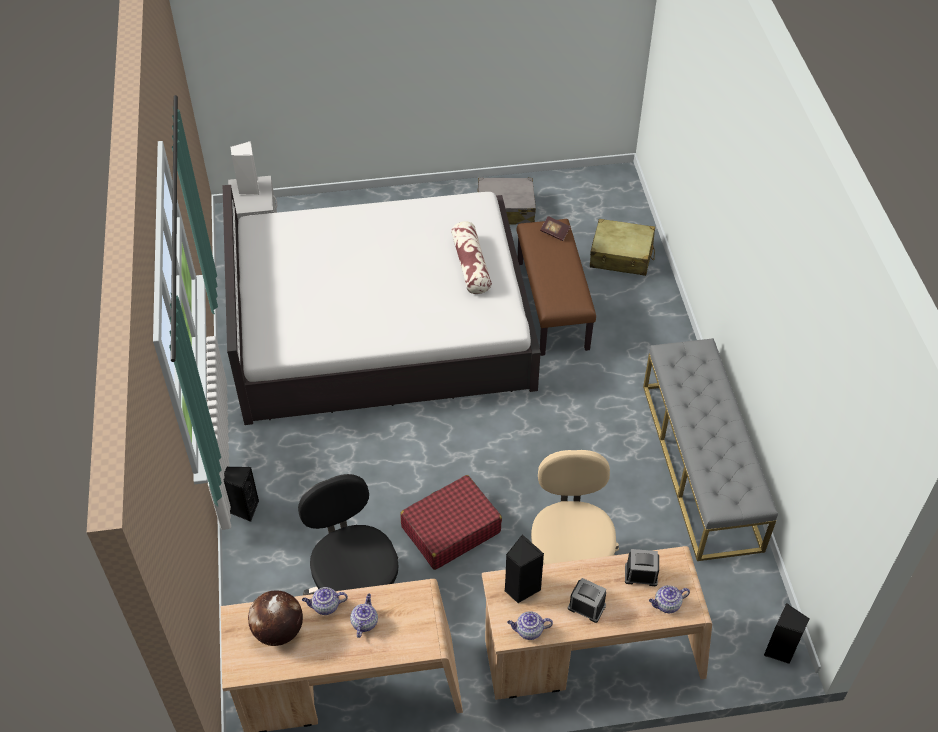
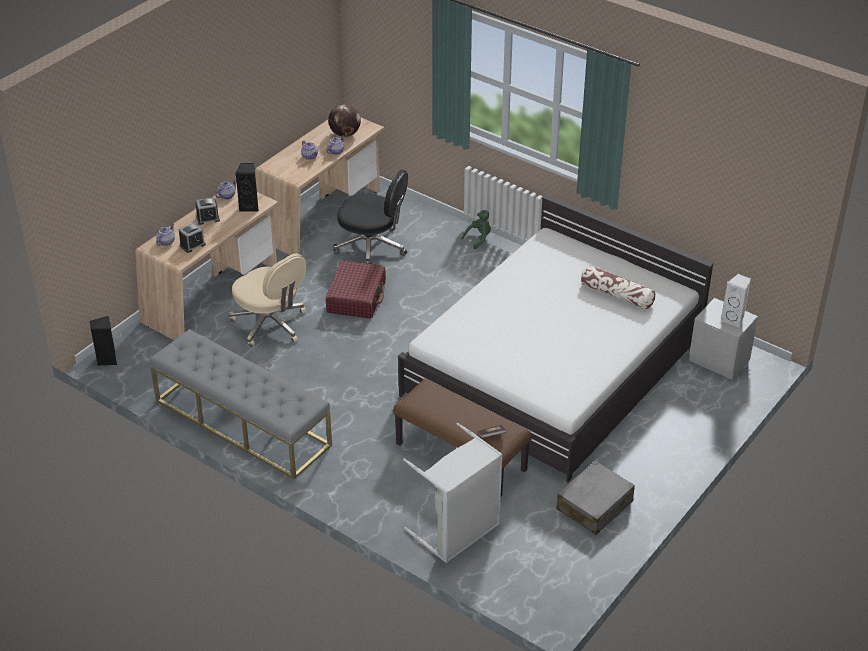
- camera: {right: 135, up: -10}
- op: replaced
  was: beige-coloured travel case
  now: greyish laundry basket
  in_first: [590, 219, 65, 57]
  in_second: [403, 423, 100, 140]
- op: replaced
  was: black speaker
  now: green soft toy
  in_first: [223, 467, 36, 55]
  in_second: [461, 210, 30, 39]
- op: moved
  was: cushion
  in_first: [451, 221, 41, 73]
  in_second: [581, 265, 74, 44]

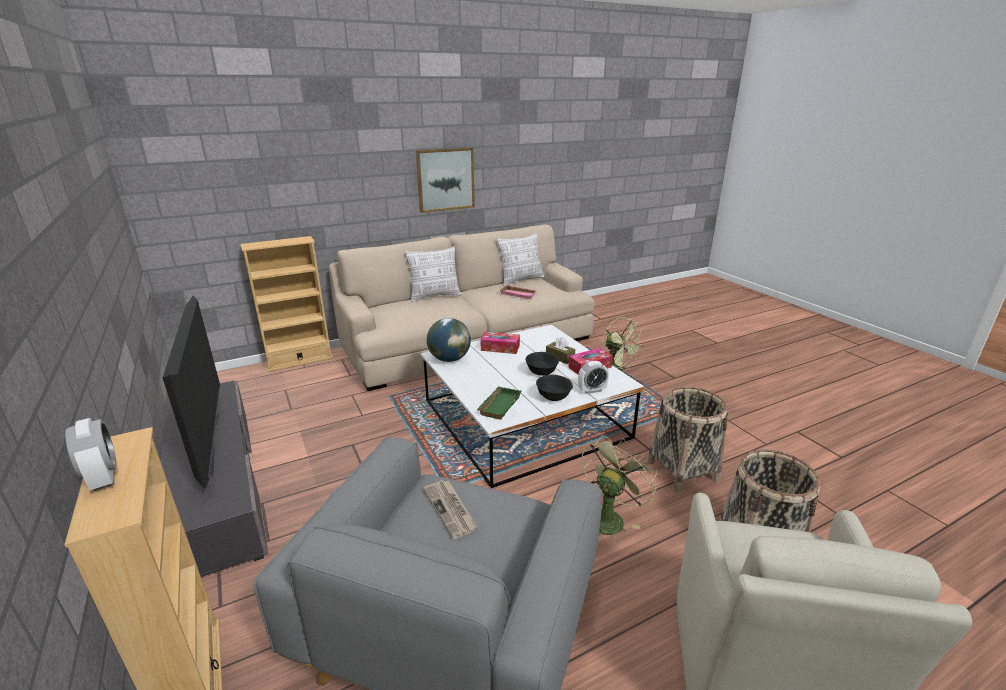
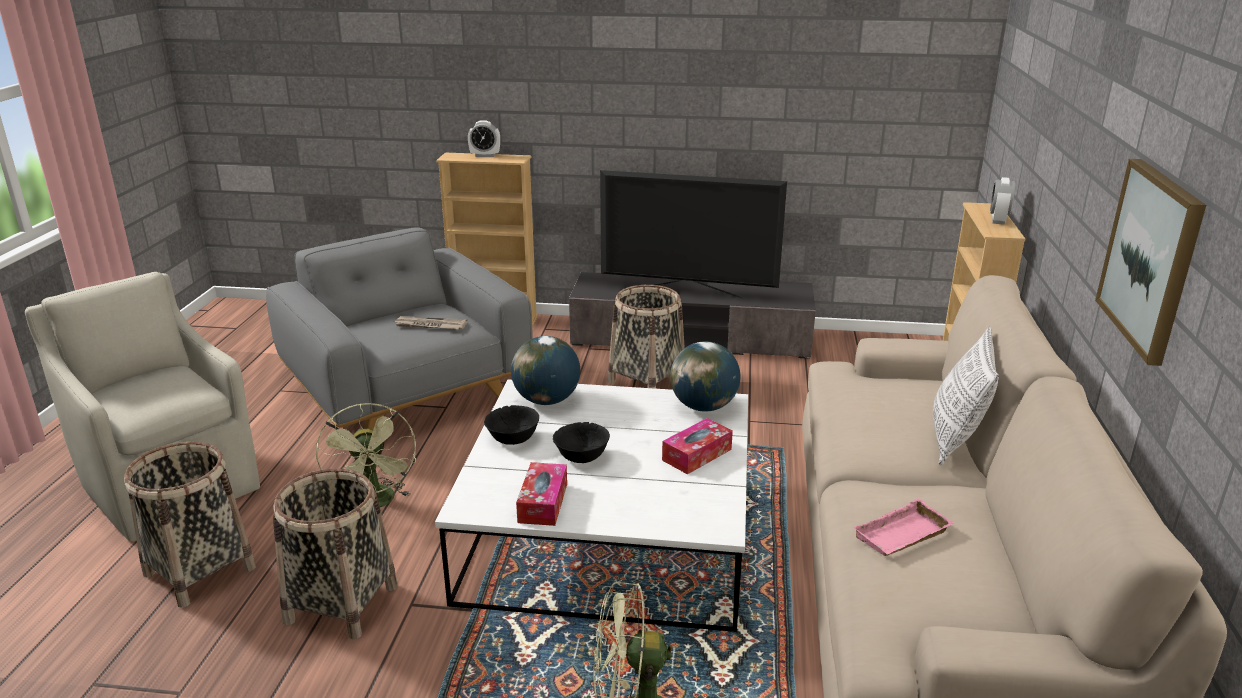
- camera: {right: 125, up: 0}
- op: replaced
  was: green carrying tray
  now: desk globe
  in_first: [477, 386, 44, 34]
  in_second: [511, 336, 69, 69]
- op: added
  now: storage basket
  in_second: [608, 285, 77, 104]
- op: moved
  was: bedside clock
  in_first: [578, 361, 31, 33]
  in_second: [990, 177, 25, 48]
- op: removed
  was: cushion
  in_first: [496, 233, 49, 53]
- op: removed
  was: brown-coloured tissue holder
  in_first: [546, 337, 29, 27]

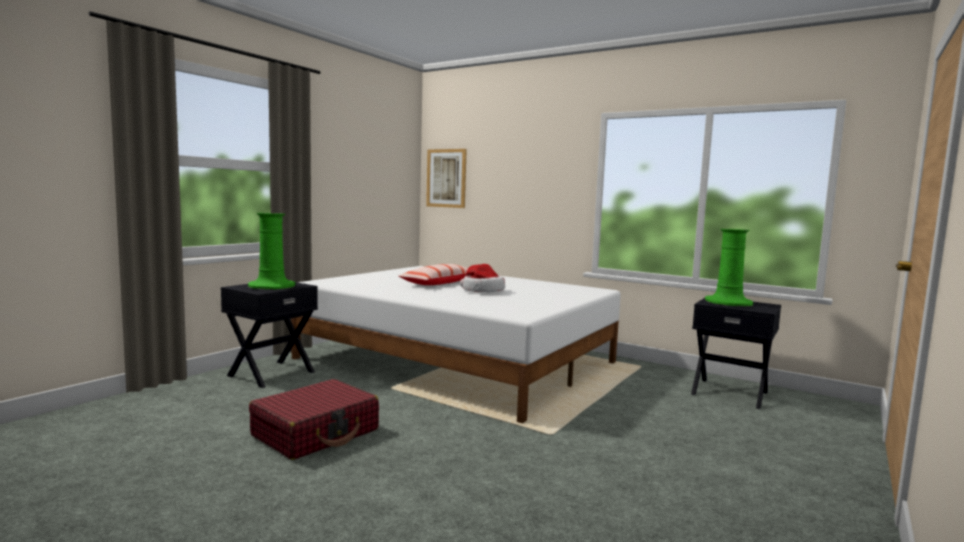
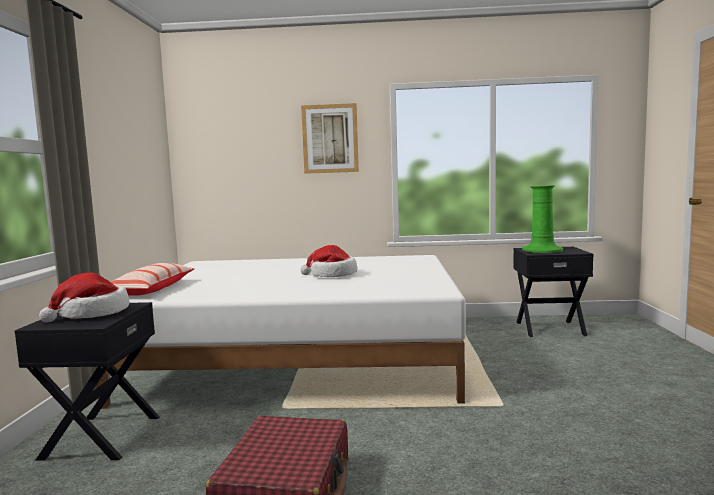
- camera: {right: -30, up: 0}
- op: replaced
  was: green flower vase
  now: wearable hat
  in_first: [248, 213, 47, 77]
  in_second: [39, 273, 91, 50]
- op: moved
  was: cushion
  in_first: [398, 264, 70, 21]
  in_second: [111, 263, 83, 33]
- op: moved
  was: picture
  in_first: [426, 149, 41, 59]
  in_second: [301, 103, 58, 71]

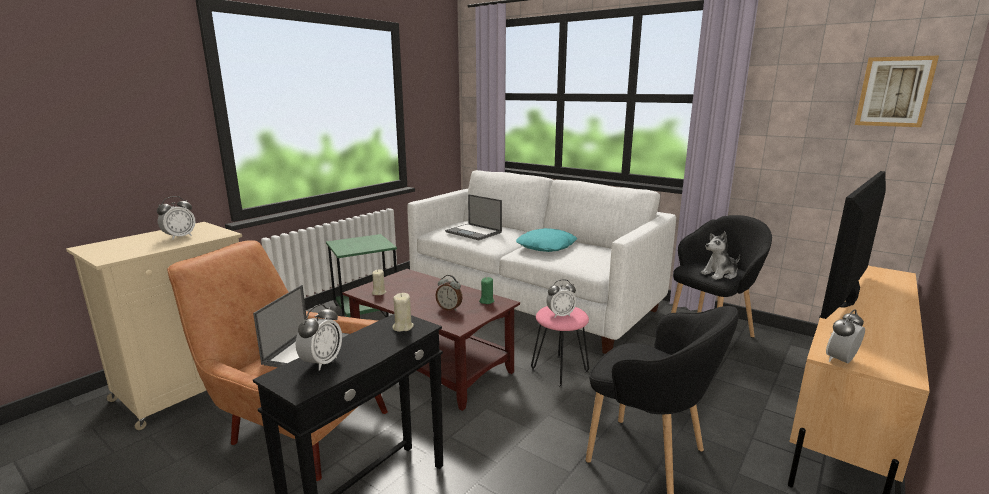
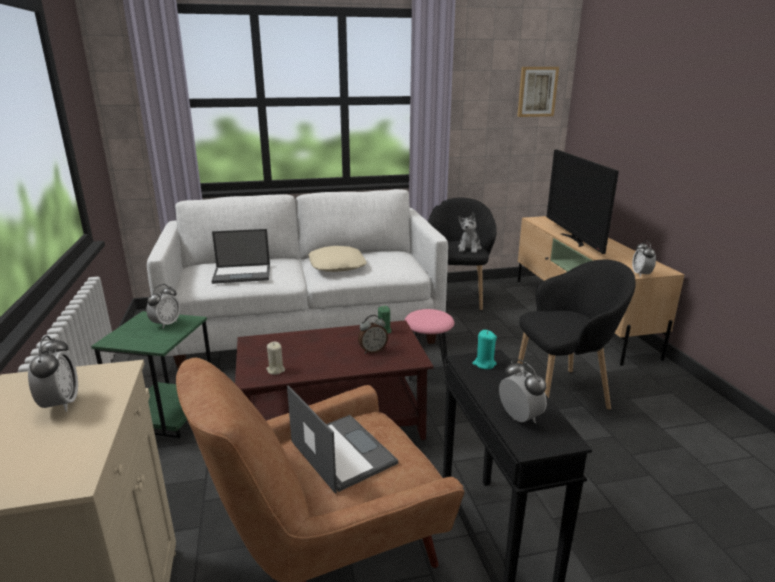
- camera: {right: -50, up: 5}
- op: moved
  was: bedside clock
  in_first: [546, 279, 30, 39]
  in_second: [146, 284, 34, 45]
- op: recoloured
  was: blue-green cushion
  now: beige-coloured cushion
  in_first: [516, 228, 61, 24]
  in_second: [308, 246, 59, 26]
- op: recoloured
  was: beige-coloured candle
  now: blue-green candle
  in_first: [392, 293, 22, 39]
  in_second: [472, 330, 25, 39]

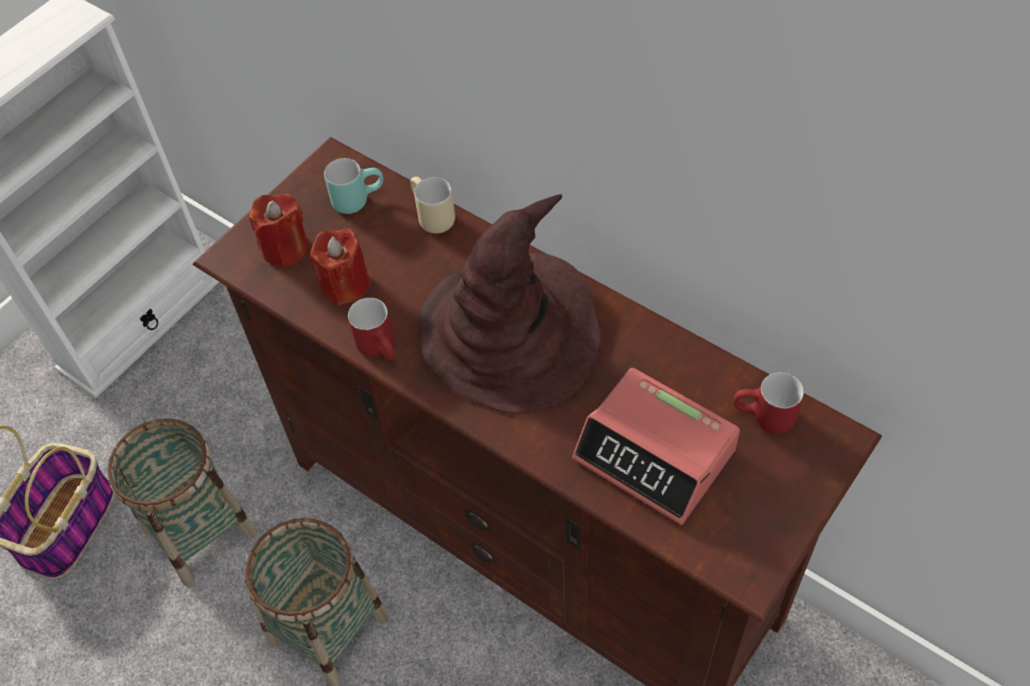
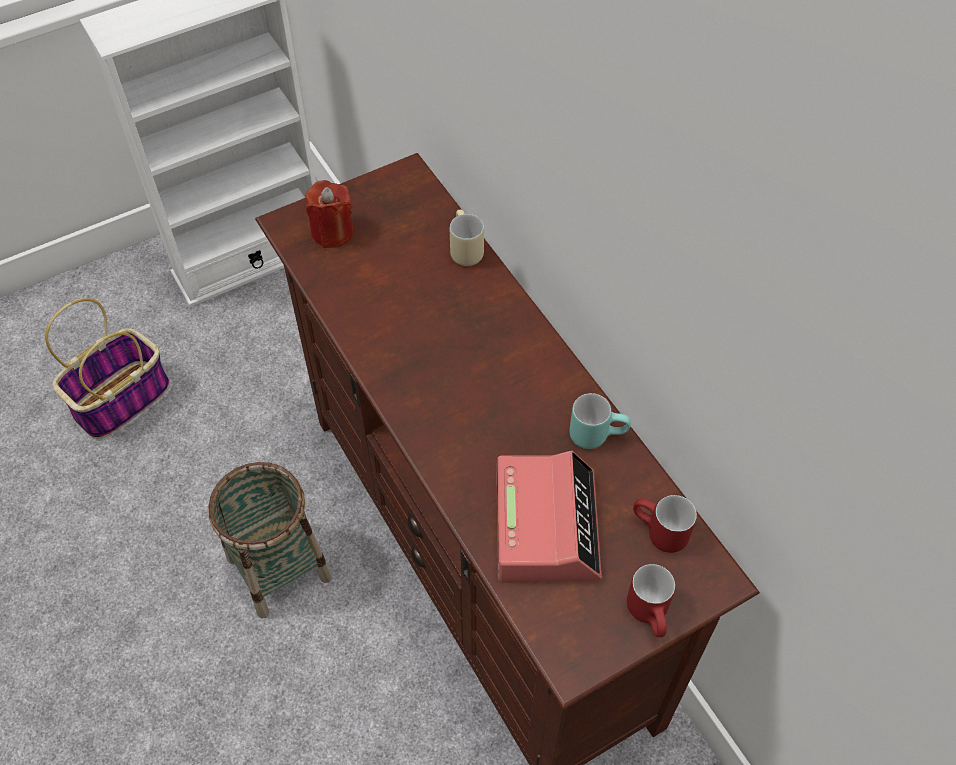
- camera: {right: 20, up: 0}
- op: turned
  was: bedside clock
  in_first: [572, 368, 168, 157]
  in_second: [496, 451, 106, 130]
  clockwise: -150
- op: moved
  was: blue-green tea mug
  in_first: [324, 158, 59, 56]
  in_second: [569, 393, 62, 56]
- op: moved
  was: reddish tea mug
  in_first: [348, 298, 47, 62]
  in_second: [627, 564, 48, 73]
- op: removed
  was: storage basket
  in_first: [107, 418, 150, 168]
- op: removed
  was: reddish candle
  in_first: [310, 228, 61, 78]
- op: removed
  was: brown-coloured wearable hat
  in_first: [418, 194, 184, 220]

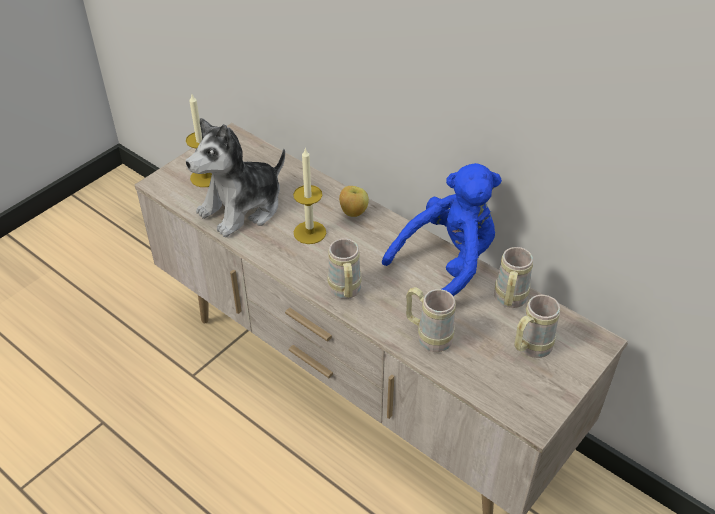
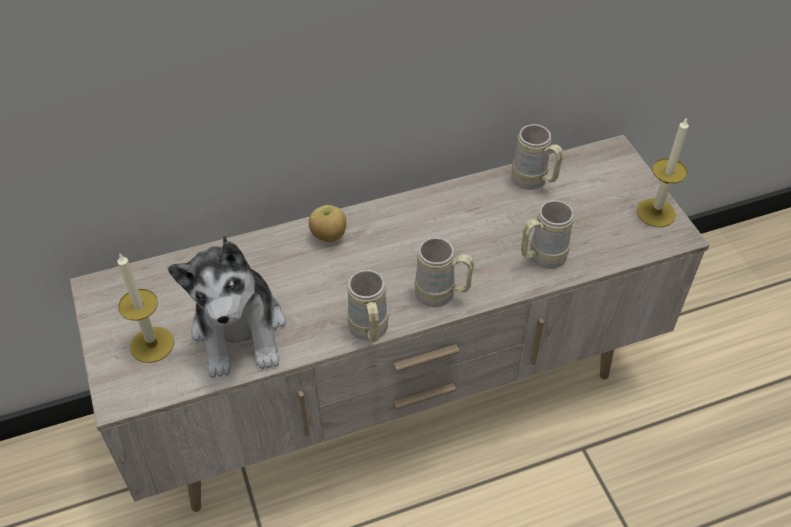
- camera: {right: -60, up: 5}
- op: moved
  was: beige-coloured tea mug
  in_first: [514, 295, 46, 63]
  in_second: [347, 270, 42, 72]
- op: moved
  was: candle
  in_first: [293, 147, 33, 97]
  in_second: [637, 117, 52, 110]
- op: removed
  was: blue-coloured soft toy
  in_first: [382, 163, 120, 133]

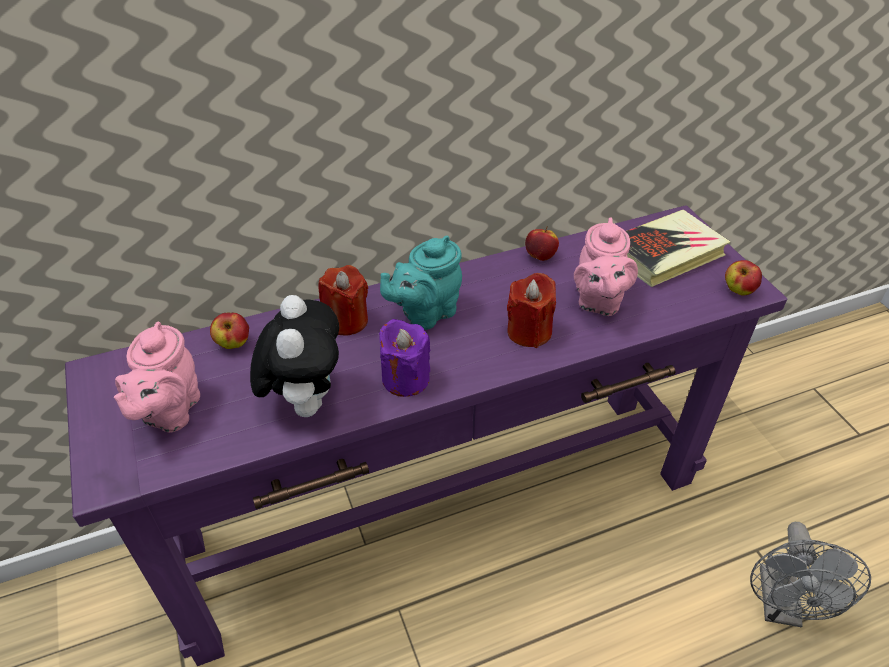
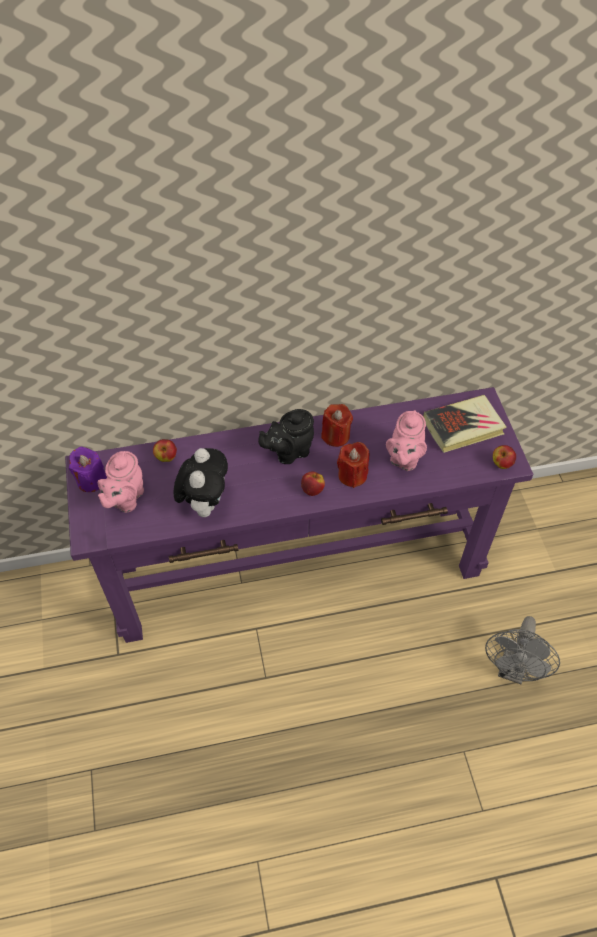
- camera: {right: 10, up: 10}
- op: moved
  was: purple-coloured candle
  in_first: [379, 319, 51, 78]
  in_second: [69, 447, 38, 45]
- op: recoloured
  was: blue-green tea pot
  now: black tea pot
  in_first: [380, 236, 82, 94]
  in_second: [258, 409, 56, 55]
- op: moved
  was: whole apple
  in_first: [525, 227, 34, 34]
  in_second: [301, 472, 24, 24]
- op: moved
  was: reddish candle
  in_first: [318, 265, 50, 70]
  in_second: [321, 404, 32, 43]

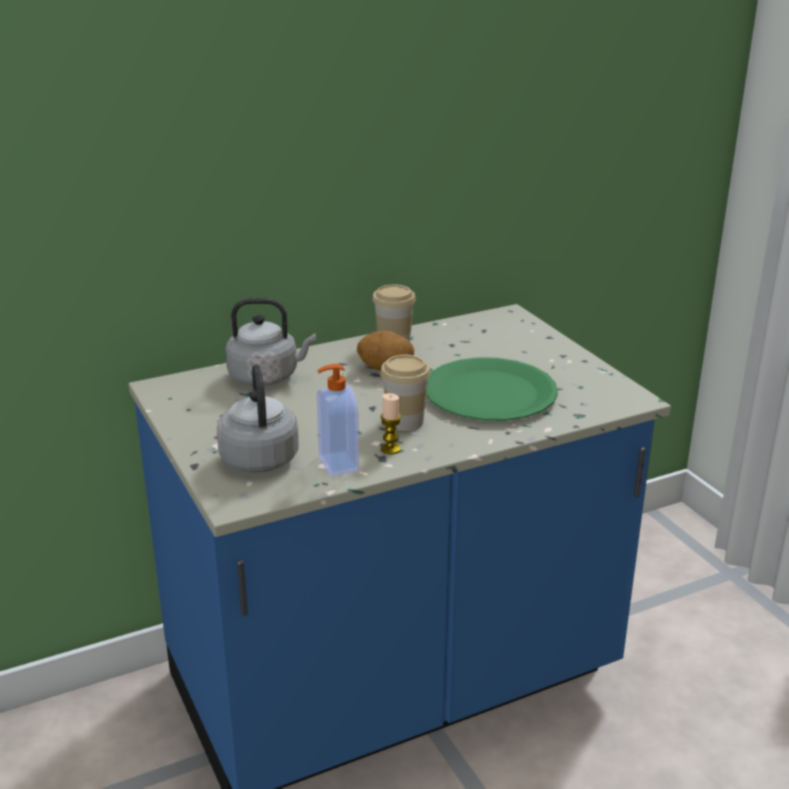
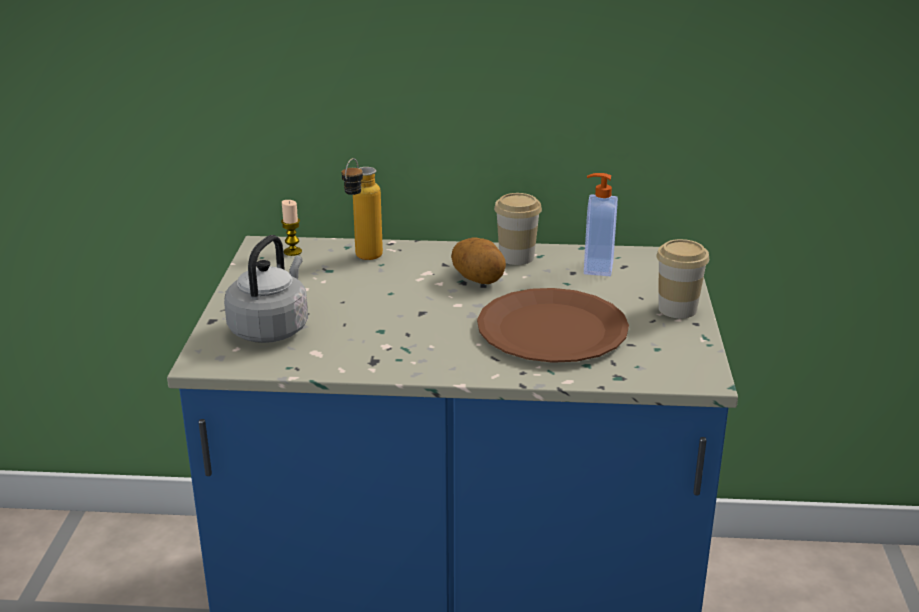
- camera: {right: 30, up: 0}
- op: moved
  was: candle
  in_first: [380, 393, 21, 61]
  in_second: [281, 200, 21, 56]
- op: replaced
  was: greyish water kettle
  now: bottle
  in_first: [225, 298, 91, 88]
  in_second: [342, 158, 41, 102]
- op: recoloured
  was: green flat dish
  now: brown-coloured flat dish
  in_first: [426, 357, 132, 64]
  in_second: [477, 288, 152, 75]
- op: moved
  was: liquid soap bottle
  in_first: [317, 364, 42, 112]
  in_second: [584, 173, 34, 103]
- op: moved
  was: small cup
  in_first: [380, 355, 51, 76]
  in_second: [657, 239, 52, 79]

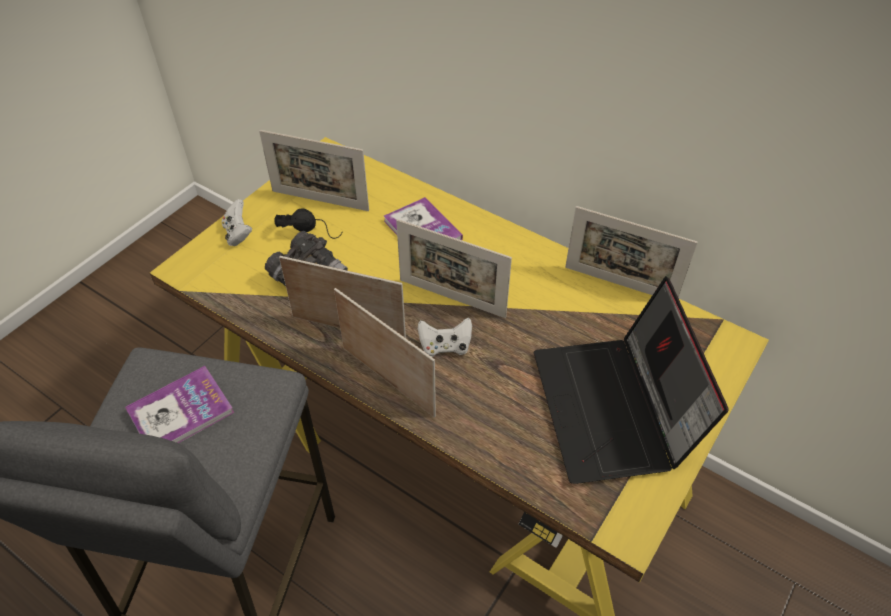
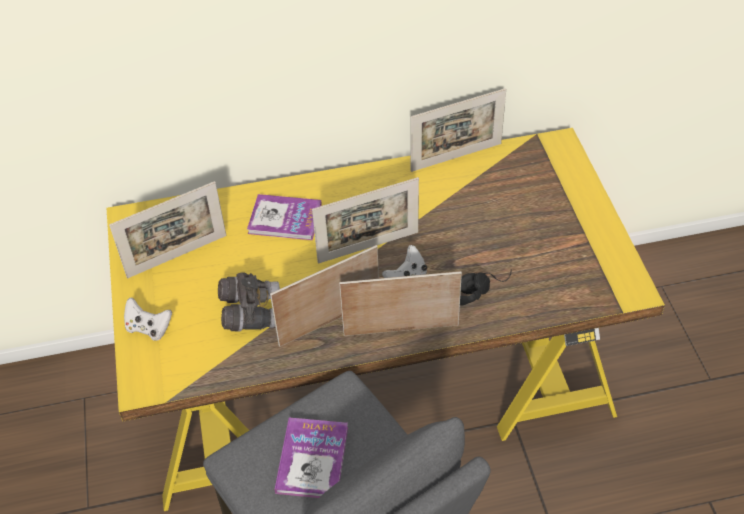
- camera: {right: -45, up: 0}
- op: moved
  was: black headset
  in_first: [274, 208, 69, 31]
  in_second: [460, 269, 52, 36]
- op: removed
  was: notebook computer
  in_first: [534, 276, 195, 208]

